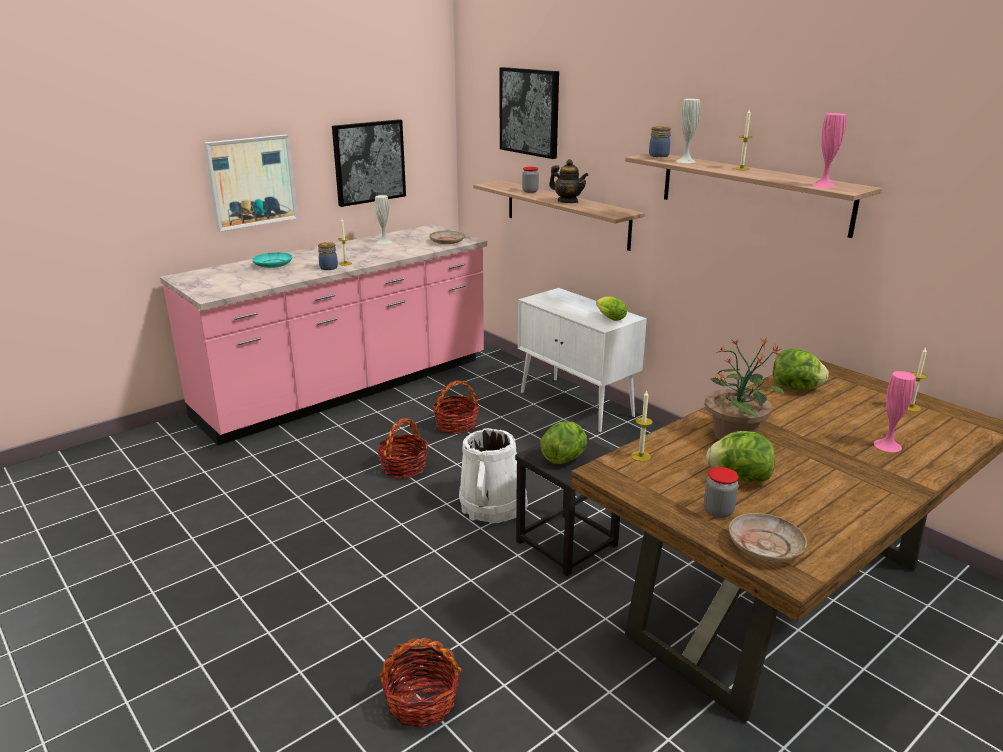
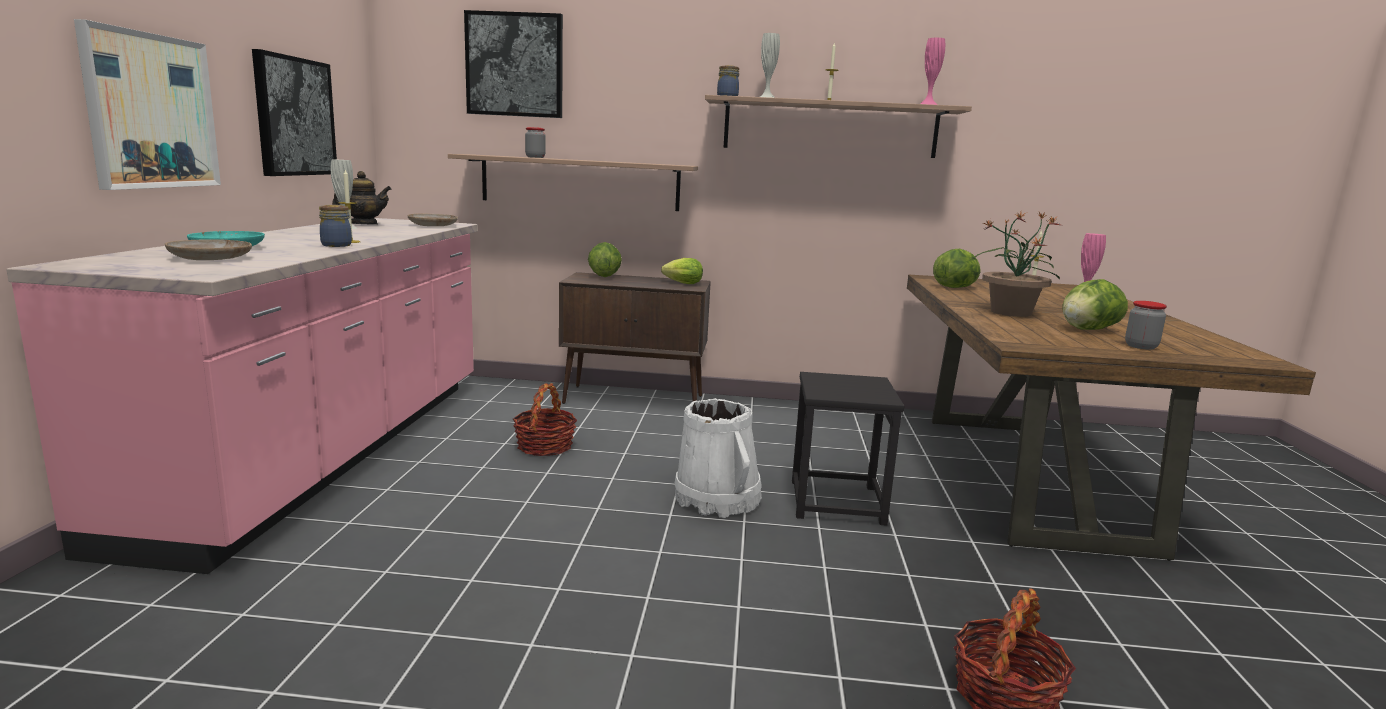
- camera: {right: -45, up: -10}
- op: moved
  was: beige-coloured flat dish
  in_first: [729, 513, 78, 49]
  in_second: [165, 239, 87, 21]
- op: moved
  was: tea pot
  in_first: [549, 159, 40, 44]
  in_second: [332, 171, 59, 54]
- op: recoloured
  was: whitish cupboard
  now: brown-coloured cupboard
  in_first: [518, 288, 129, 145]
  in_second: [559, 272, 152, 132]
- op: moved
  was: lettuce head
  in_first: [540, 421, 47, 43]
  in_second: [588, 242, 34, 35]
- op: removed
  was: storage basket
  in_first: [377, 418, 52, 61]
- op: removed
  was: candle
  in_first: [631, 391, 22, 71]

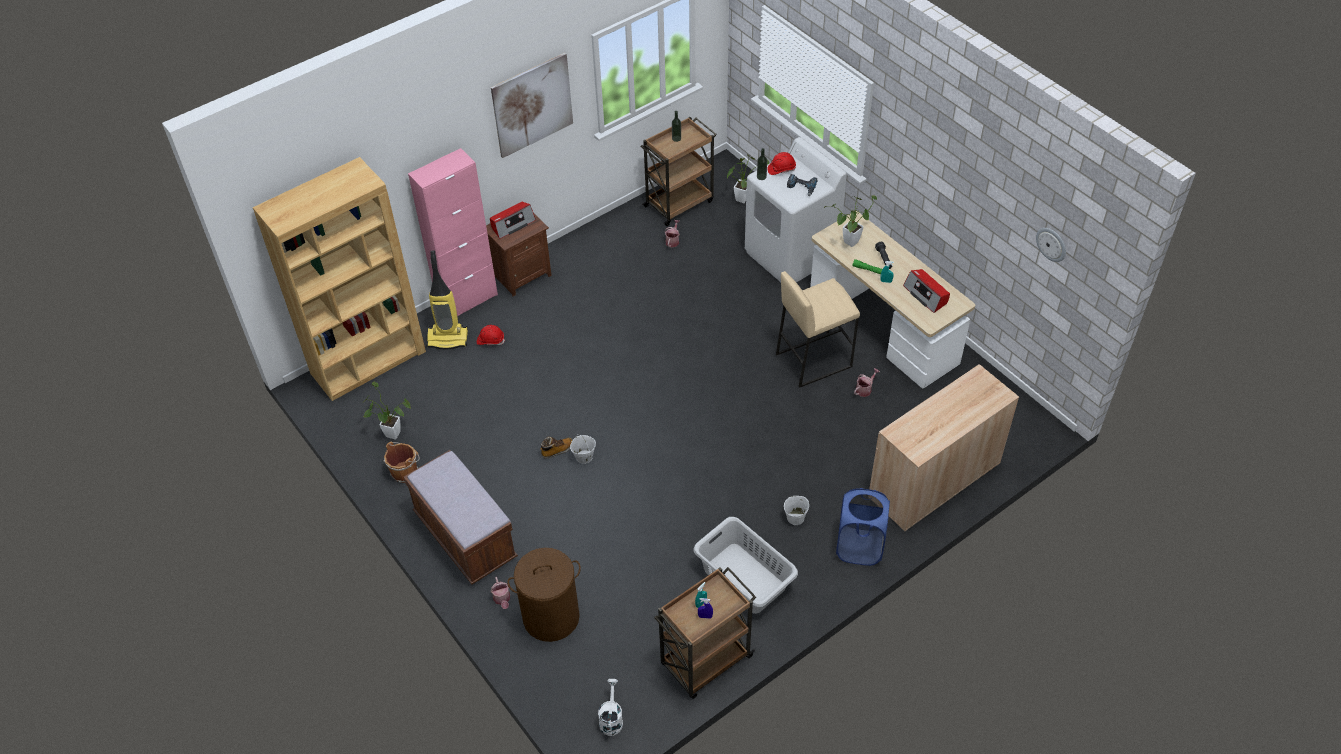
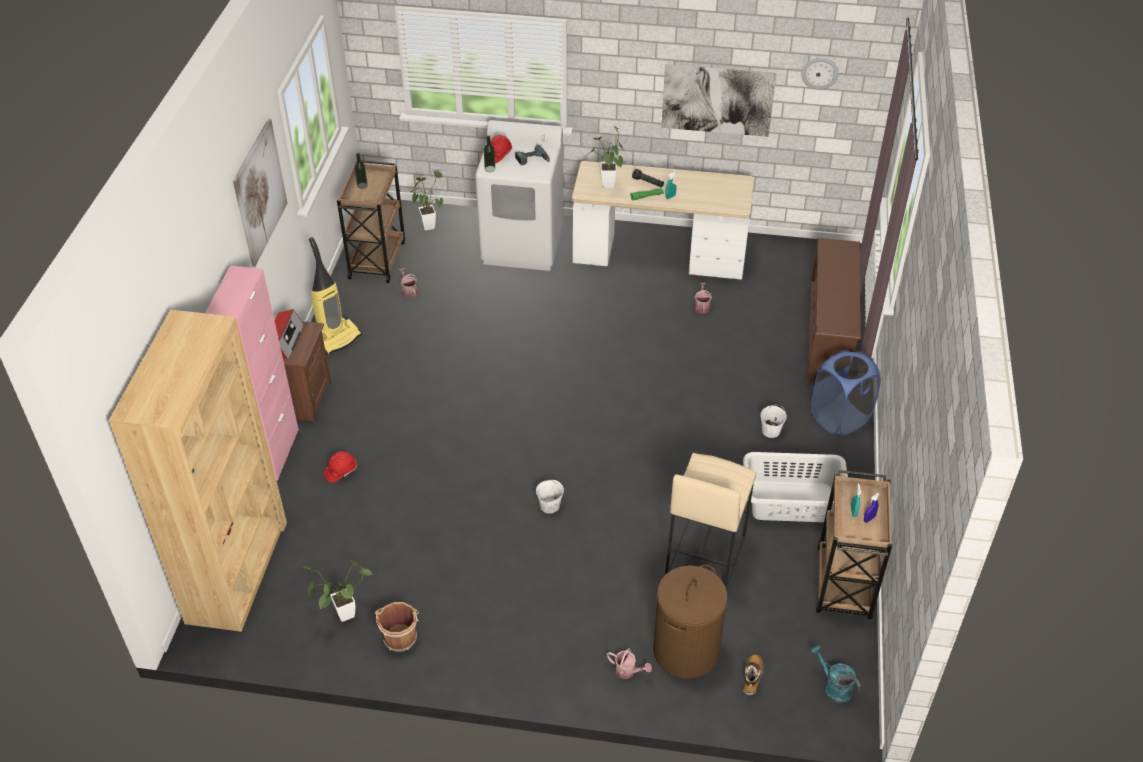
- camera: {right: -45, up: -5}
- op: moved
  was: hoover
  in_first: [426, 250, 42, 100]
  in_second: [309, 237, 53, 118]
- op: added
  now: picture
  in_second: [661, 64, 116, 73]
- op: moved
  was: beige-coloured stool seat
  in_first: [776, 271, 84, 117]
  in_second: [665, 453, 91, 137]
- op: moved
  was: high-top boot
  in_first: [540, 436, 33, 23]
  in_second: [743, 654, 20, 41]
- op: replaced
  was: beige-coloured cupboard
  now: brown-coloured shoe shelf
  in_first: [869, 364, 150, 168]
  in_second: [806, 238, 54, 145]
- op: recoloured
  was: whitish watering can
  now: blue-green watering can
  in_first: [598, 679, 25, 57]
  in_second: [810, 645, 51, 59]
- op: removed
  was: brown-coloured long seat
  in_first: [404, 450, 114, 135]
- op: removed
  was: radio
  in_first: [903, 269, 47, 44]

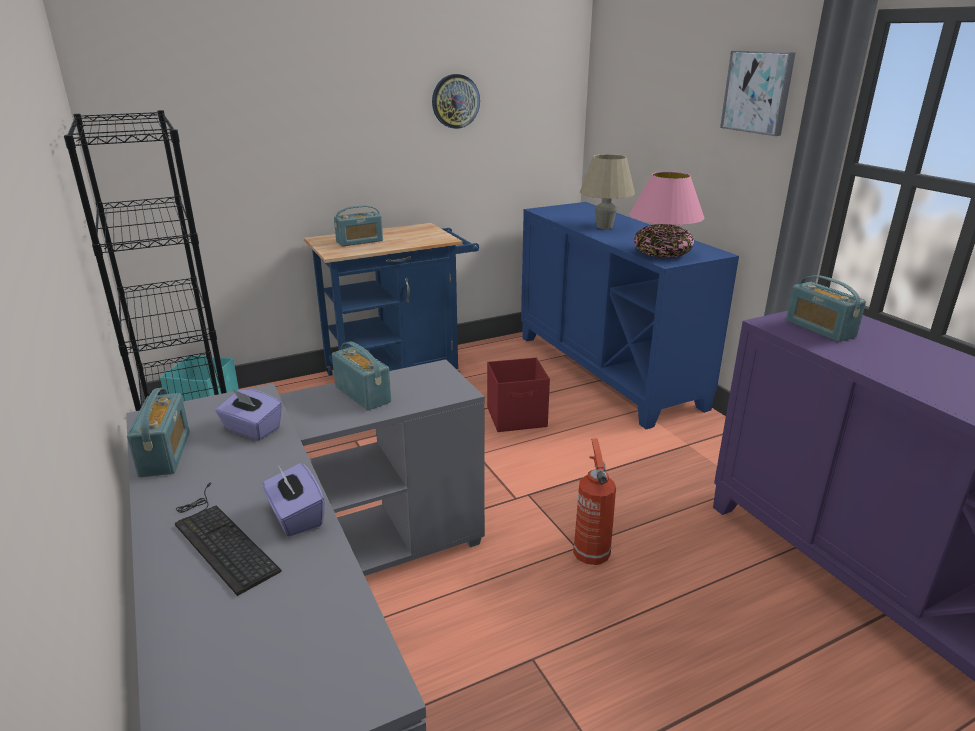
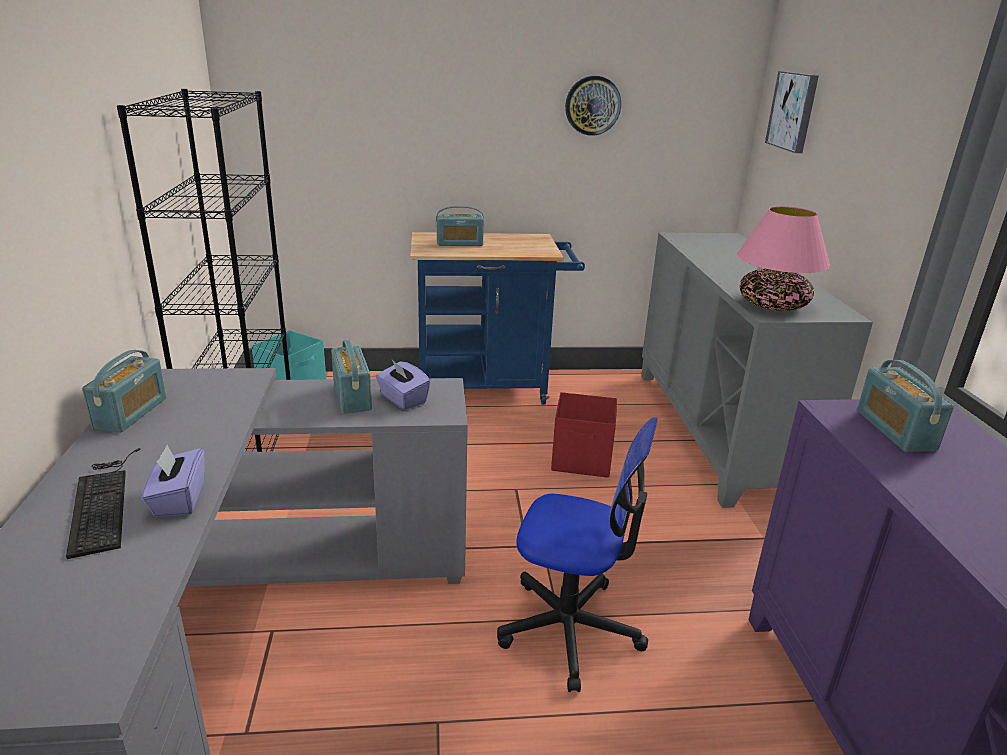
- camera: {right: 20, up: 0}
- op: moved
  was: purple-coloured tissue holder
  in_first: [215, 389, 67, 51]
  in_second: [375, 360, 56, 50]
- op: replaced
  was: extinguisher
  now: desk chair
  in_first: [573, 439, 43, 126]
  in_second: [497, 417, 161, 275]
- op: recoloured
  was: blue-coloured cupboard
  now: greyish cupboard
  in_first: [521, 202, 218, 227]
  in_second: [641, 232, 232, 276]
- op: moved
  was: picture
  in_first: [720, 51, 76, 85]
  in_second: [765, 71, 54, 82]
- op: removed
  was: beige-coloured tabletop lamp
  in_first: [580, 154, 55, 75]

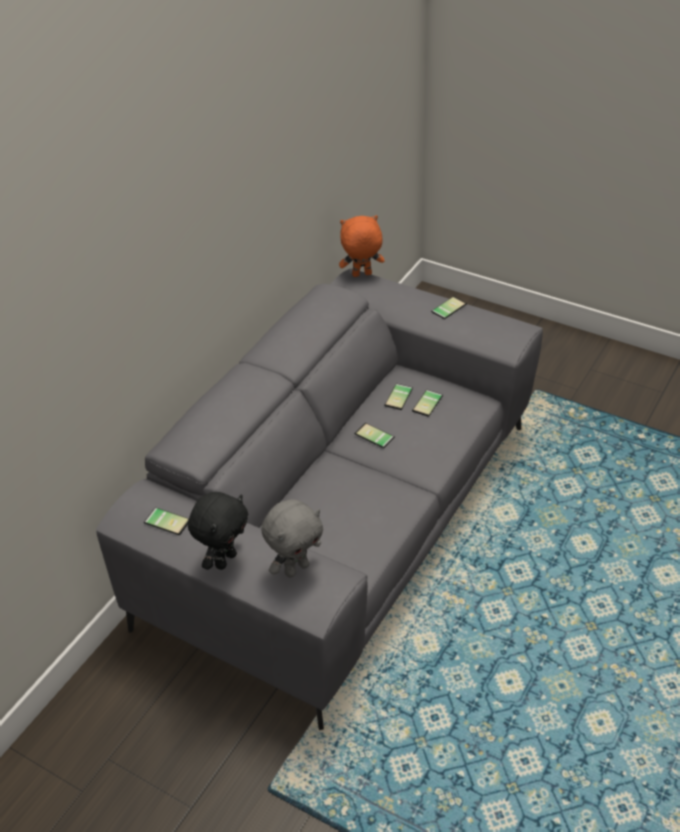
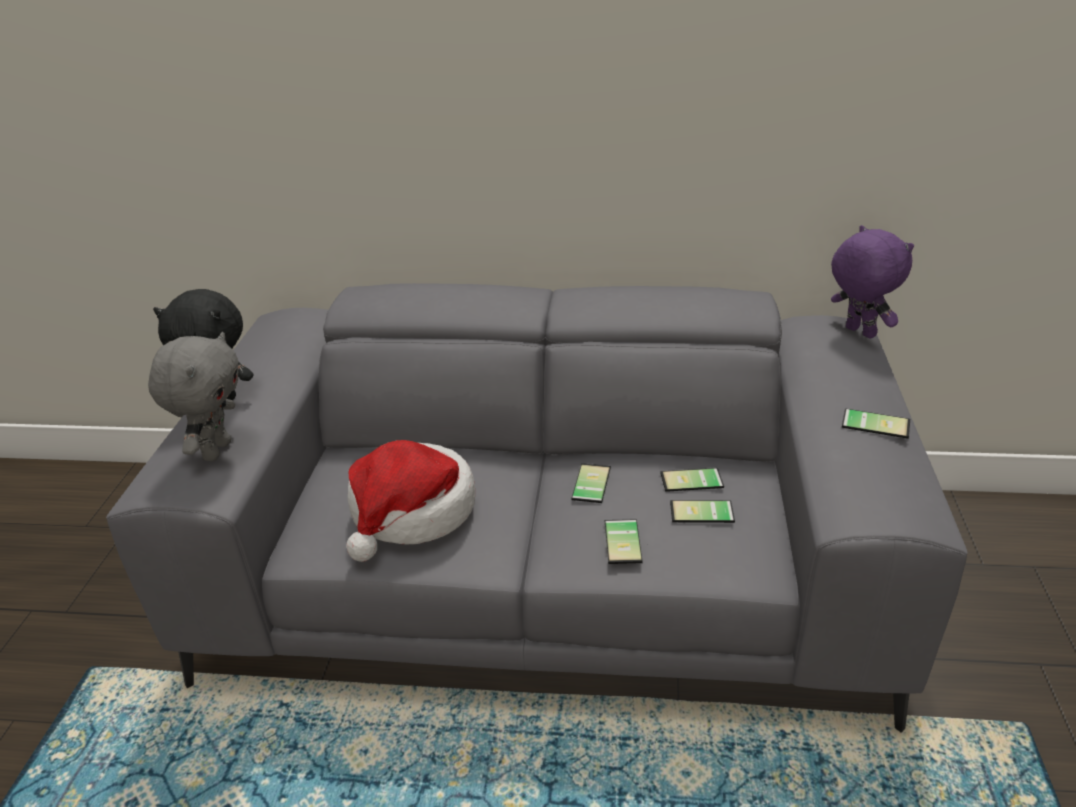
- camera: {right: 65, up: -10}
- op: turned
  was: greyish soft toy
  in_first: [261, 499, 62, 78]
  in_second: [148, 332, 91, 129]
  clockwise: -105
- op: added
  now: wearable hat
  in_second: [346, 440, 129, 122]
- op: moved
  was: telephone
  in_first: [144, 507, 45, 28]
  in_second: [605, 519, 38, 45]
- op: recoloured
  was: orange soft toy
  now: purple-coloured soft toy
  in_first: [339, 215, 45, 62]
  in_second: [831, 225, 83, 114]

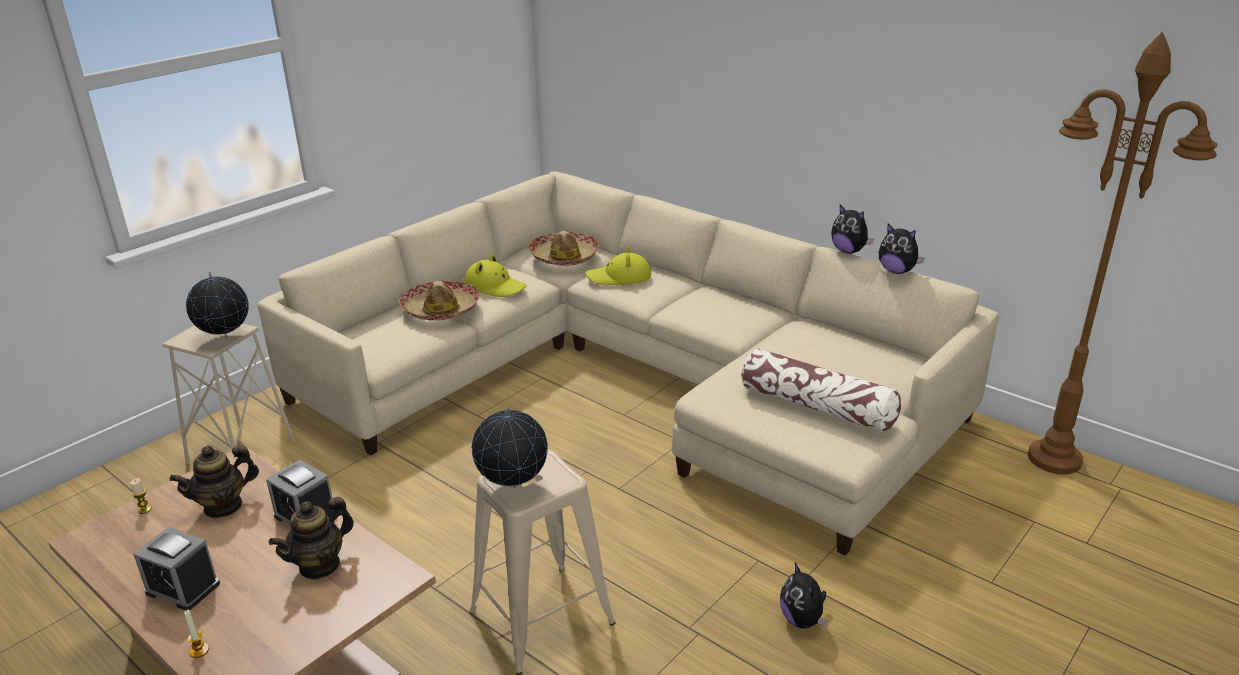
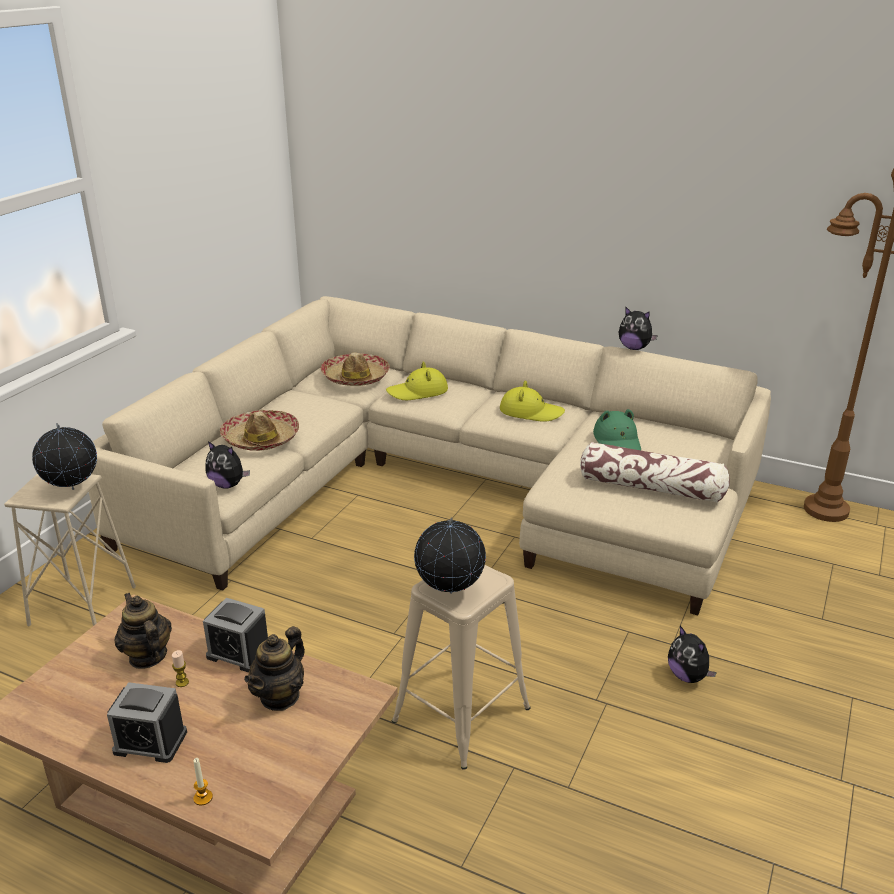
- camera: {right: -15, up: 0}
- op: turned
  was: tea pot
  in_first: [169, 445, 90, 73]
  in_second: [114, 593, 58, 76]
  clockwise: 105
- op: moved
  was: candle
  in_first: [130, 478, 21, 36]
  in_second: [172, 650, 17, 37]
- op: moved
  was: soft toy
  in_first: [879, 224, 46, 50]
  in_second: [206, 441, 44, 48]
- op: moved
  was: yellow-coloured wearable hat
  in_first: [465, 254, 61, 43]
  in_second: [500, 381, 65, 41]
- op: added
  now: green wearable hat
  in_second: [593, 409, 48, 41]

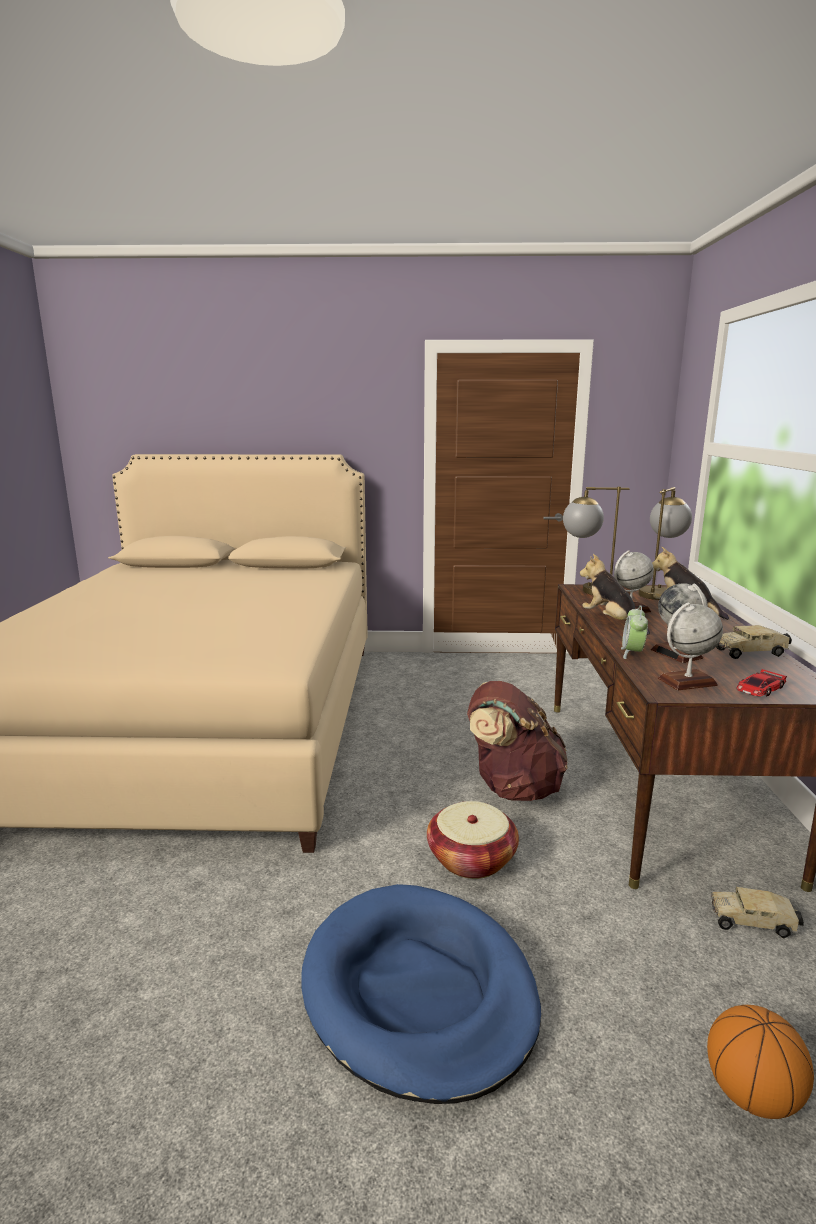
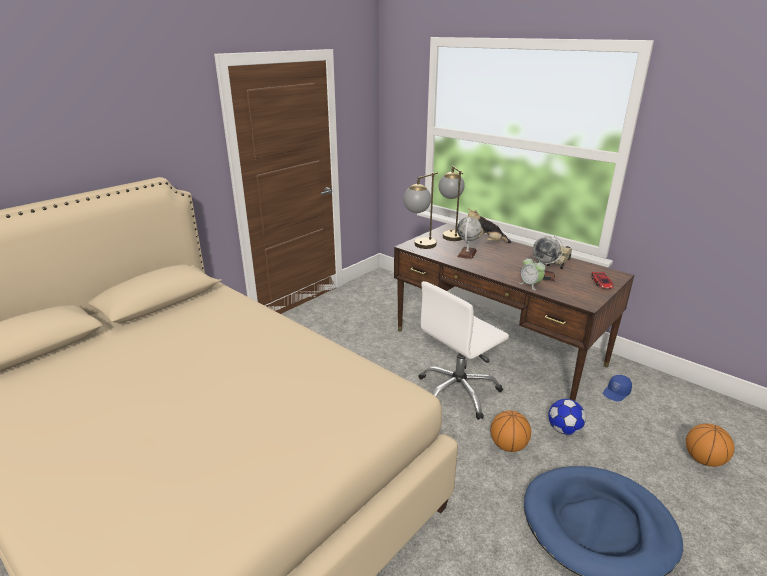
- camera: {right: -50, up: 10}
- op: replaced
  was: brown-coloured knapsack
  now: whitish desk chair
  in_first: [467, 681, 101, 120]
  in_second: [418, 281, 91, 139]
- op: replaced
  was: storage basket
  now: ball for basketball
  in_first: [427, 801, 92, 78]
  in_second: [490, 410, 41, 42]
- op: added
  now: football
  in_second: [548, 399, 38, 36]
- op: replaced
  was: toy lorry
  now: blue-coloured cap
  in_first: [711, 887, 93, 52]
  in_second: [603, 375, 29, 27]
- op: removed
  was: soft toy
  in_first: [580, 554, 70, 81]
- op: removed
  was: desk globe
  in_first: [658, 603, 65, 87]

